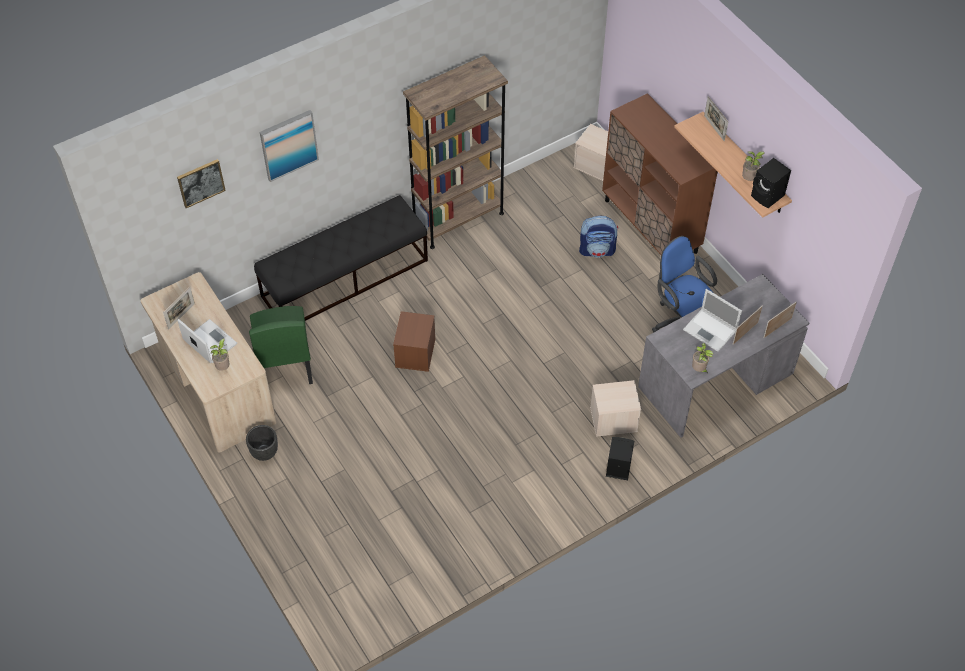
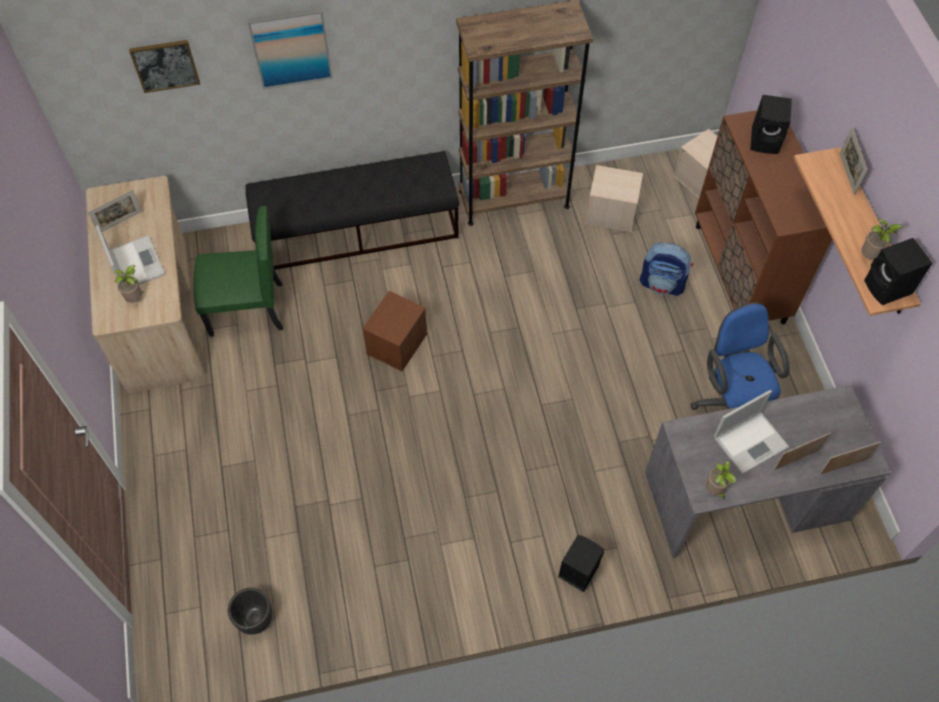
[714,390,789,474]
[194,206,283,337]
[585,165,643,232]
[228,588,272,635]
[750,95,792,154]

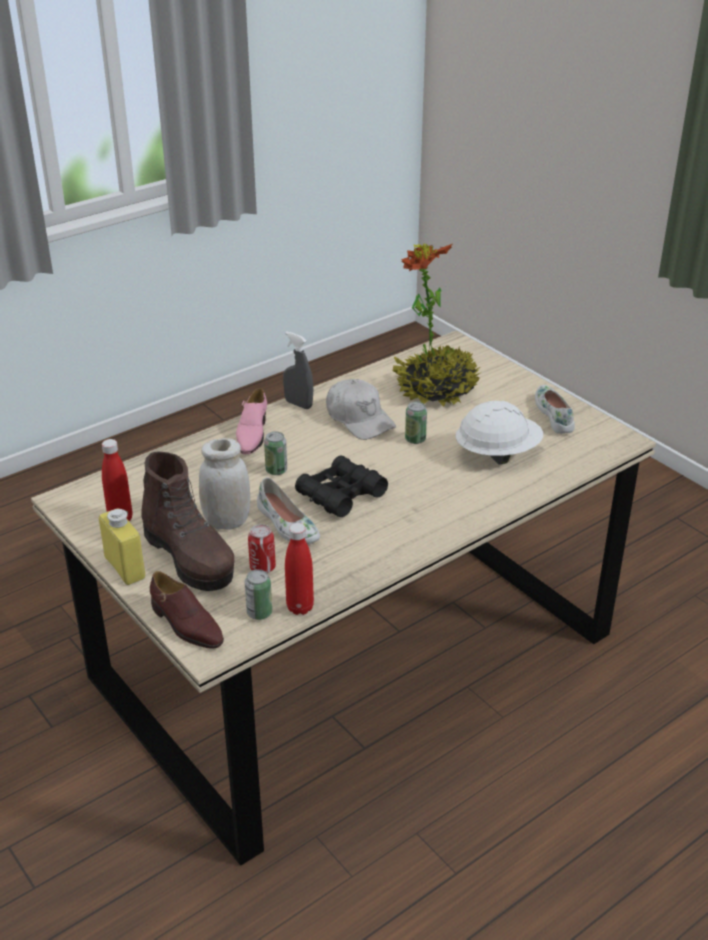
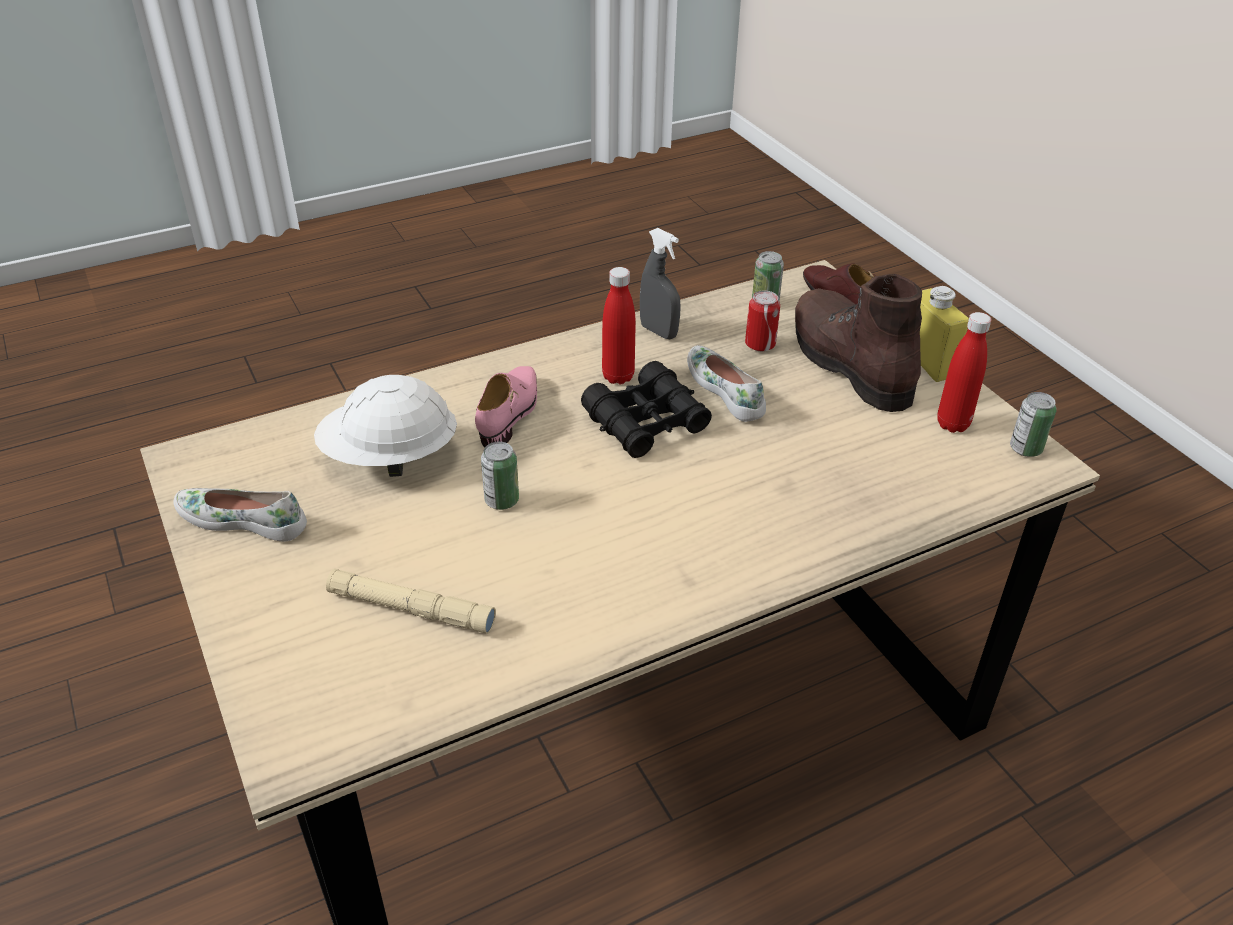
[326,569,496,634]
[640,228,681,339]
[326,379,396,440] (first image)
[174,488,307,541]
[475,366,537,447]
[1010,392,1057,457]
[199,438,250,530] (first image)
[602,267,636,384]

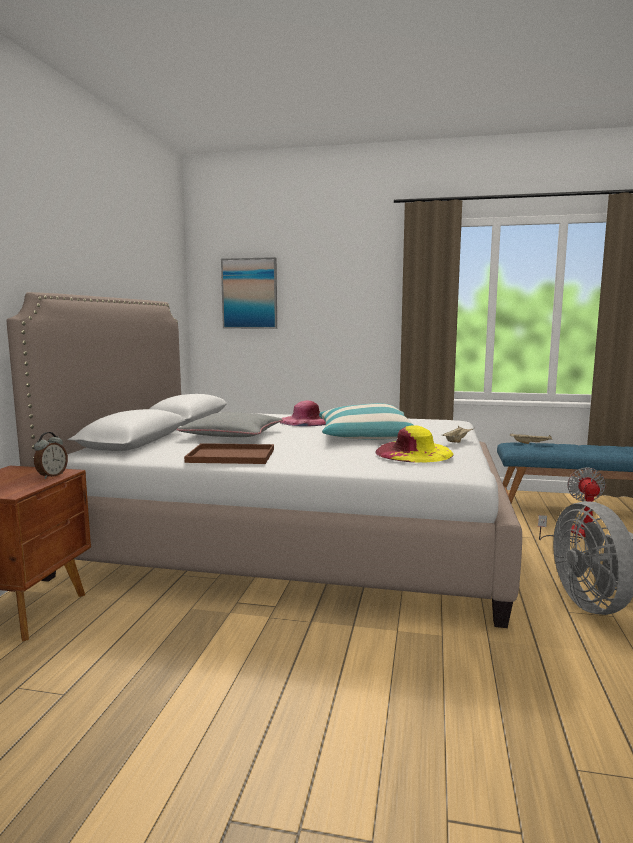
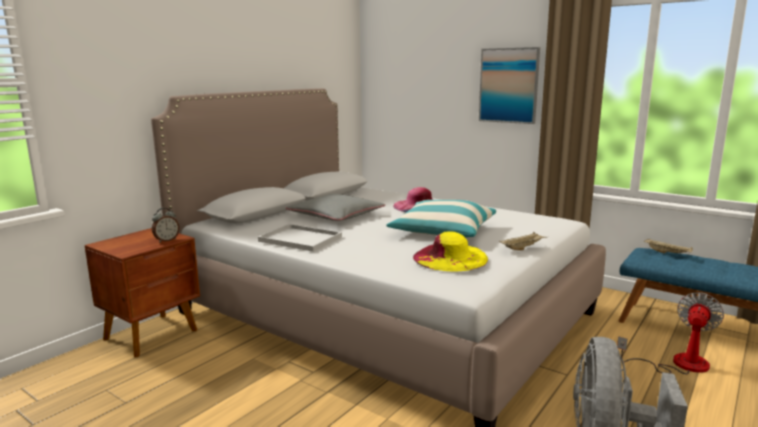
[479,47,540,124]
[258,224,342,252]

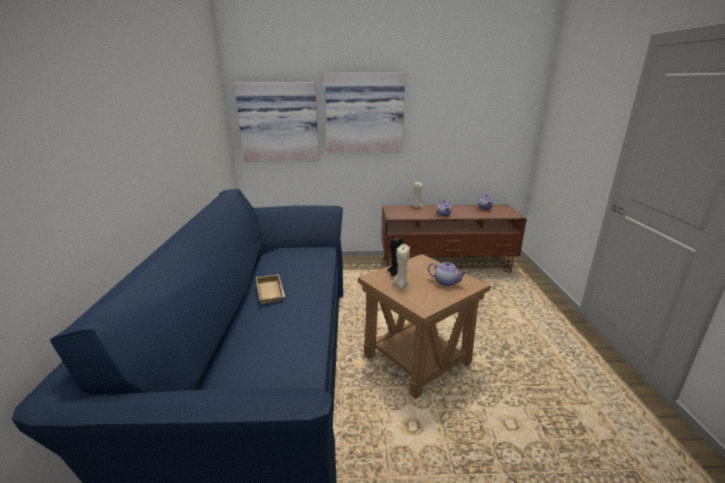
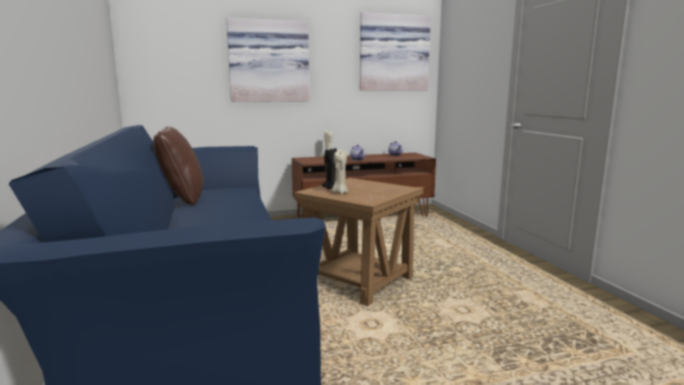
[360,12,431,90]
[428,262,468,286] (first image)
[256,274,285,304] (first image)
[153,127,203,205]

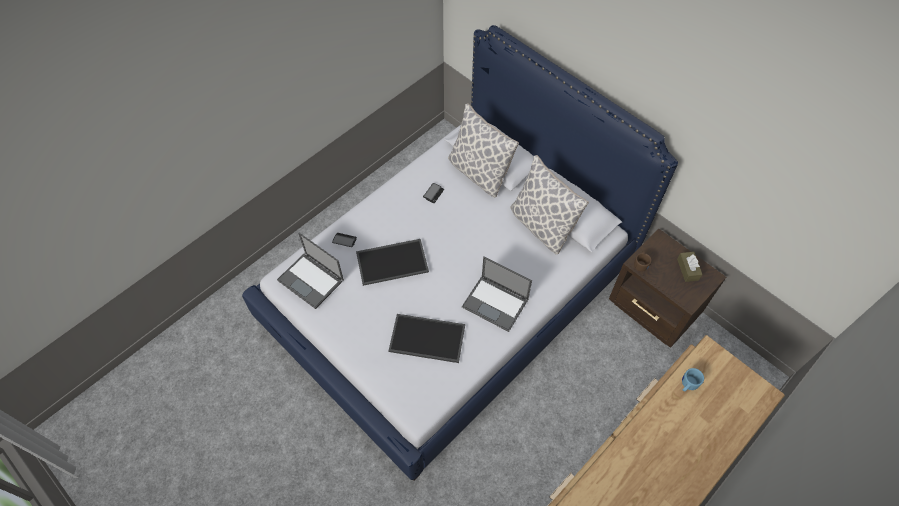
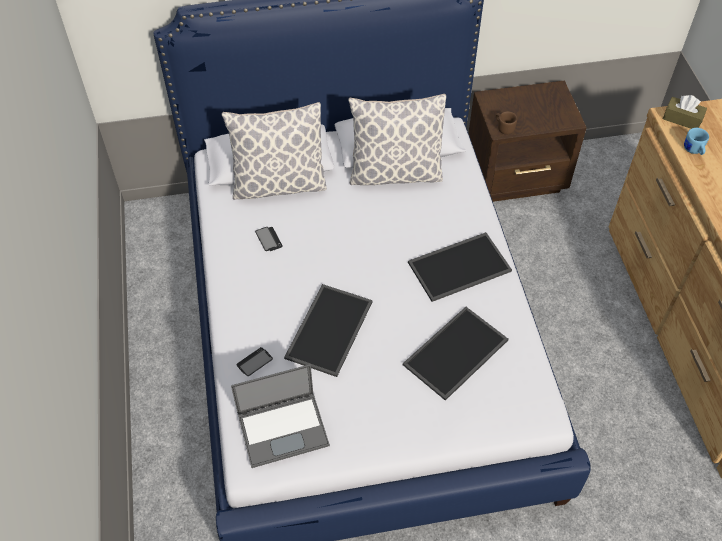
[663,95,707,129]
[408,232,512,302]

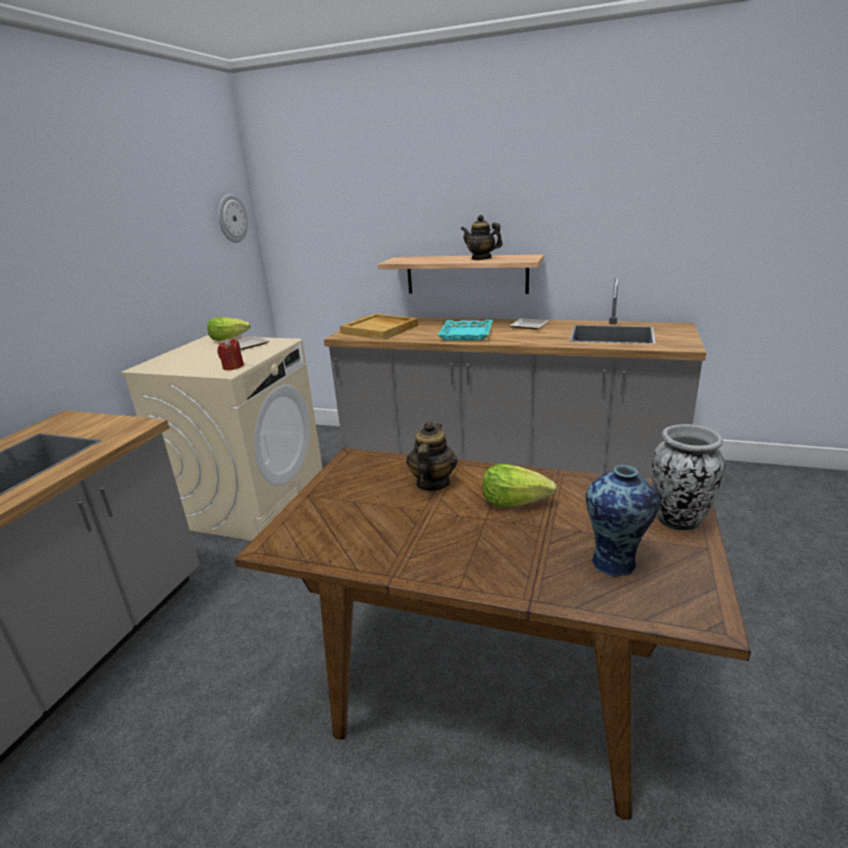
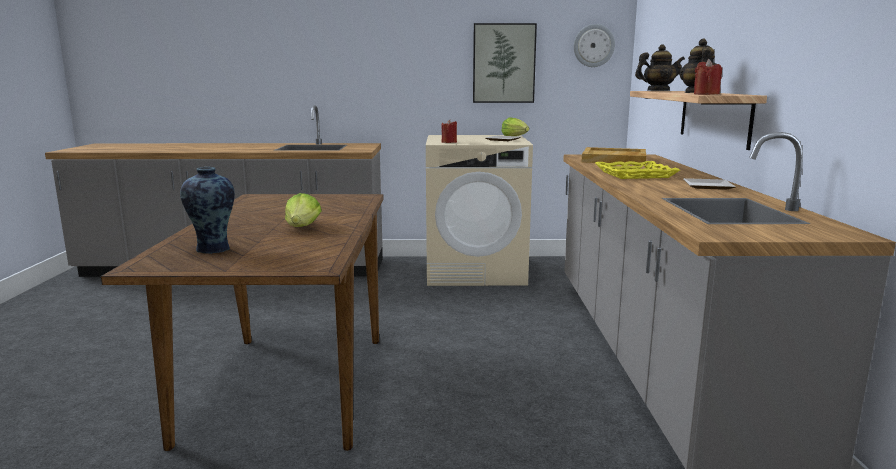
[595,161,680,179]
[635,44,685,91]
[652,424,725,531] (first image)
[473,23,537,103]
[694,59,722,95]

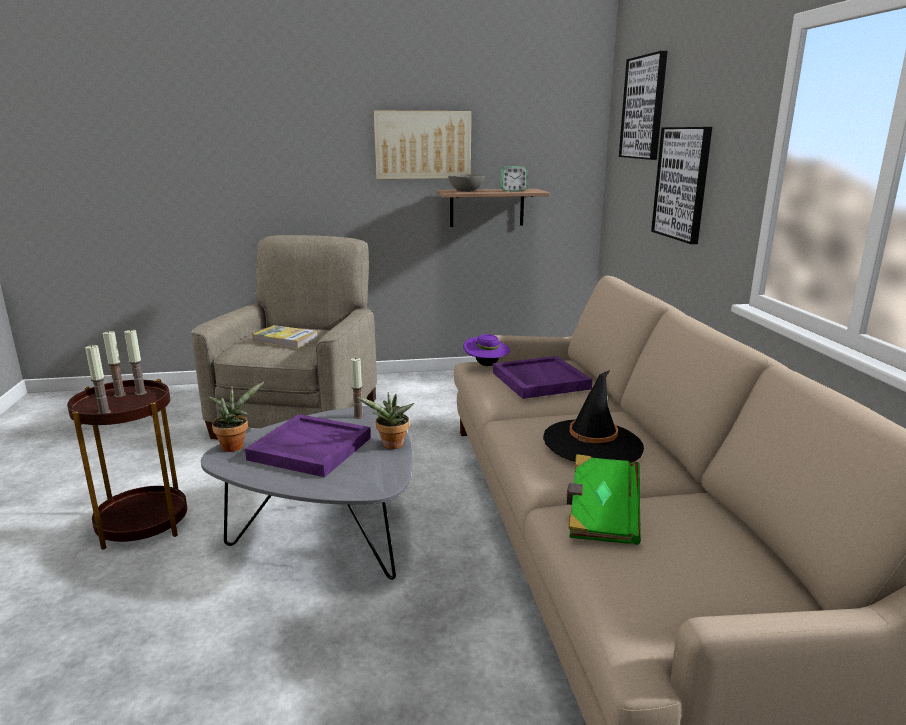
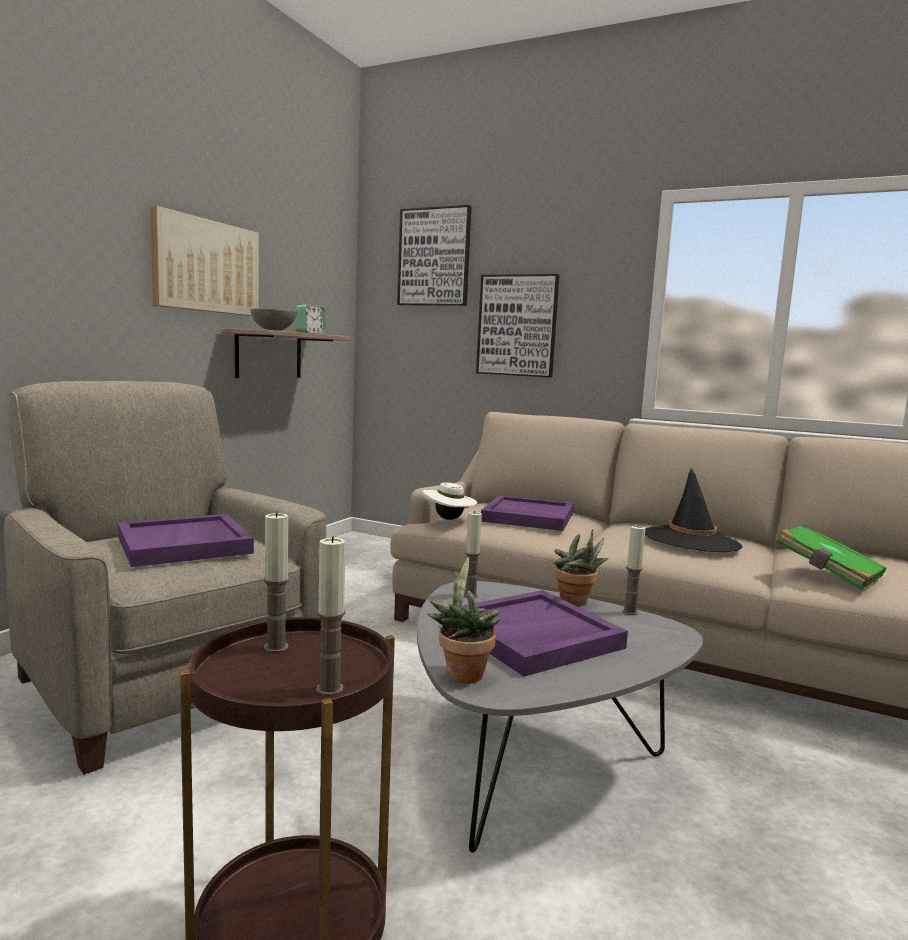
[118,514,254,567]
[622,525,646,615]
[423,482,477,520]

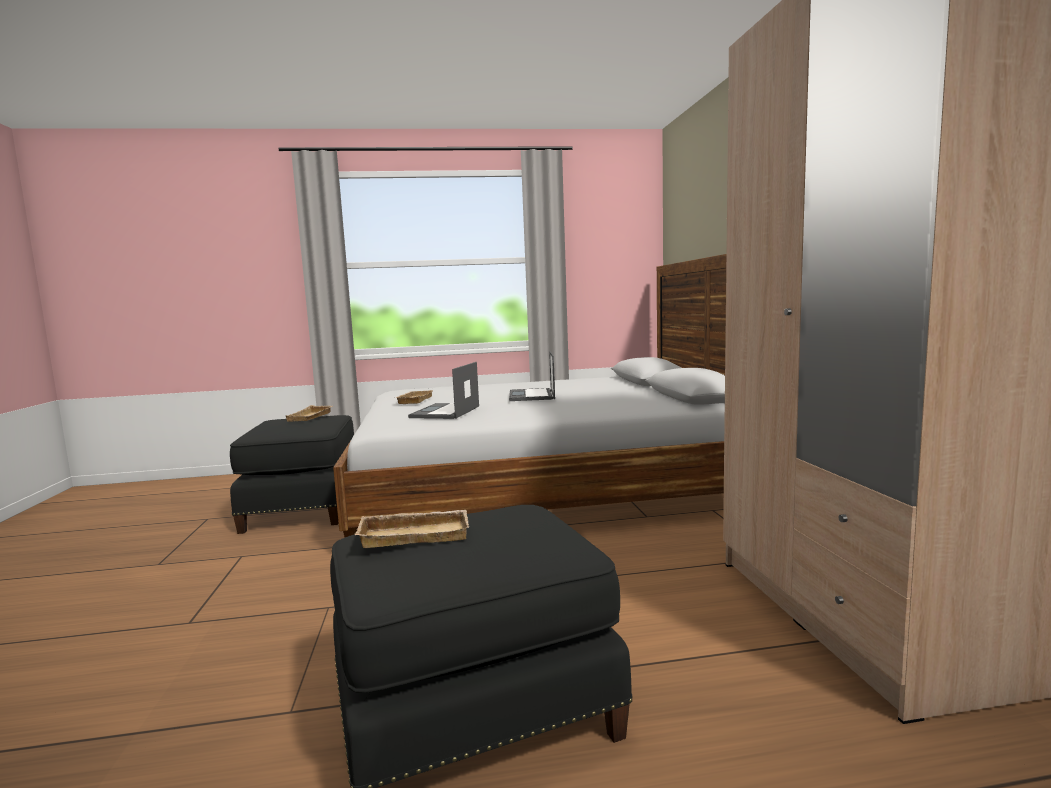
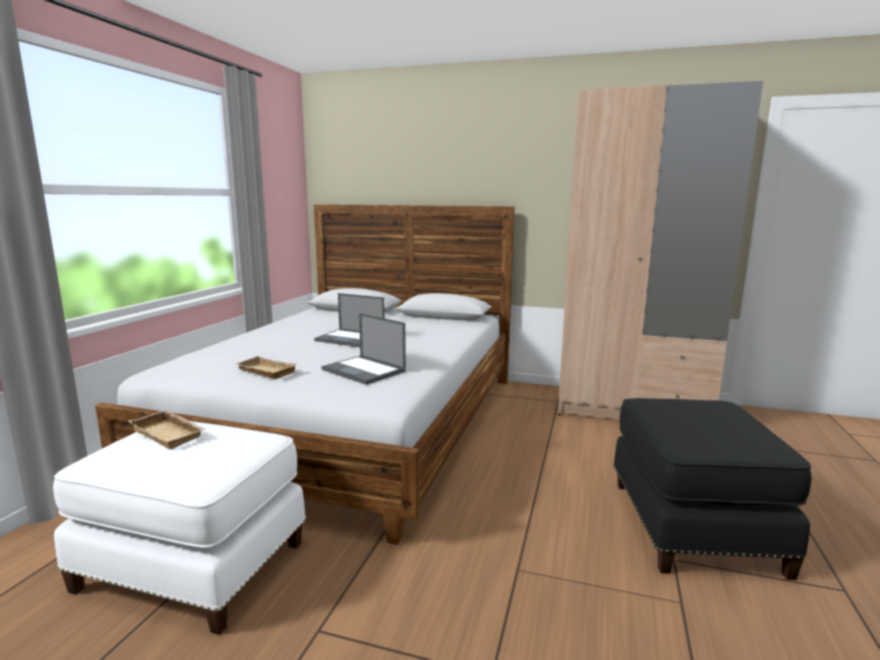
[53,421,306,635]
[355,510,469,548] (first image)

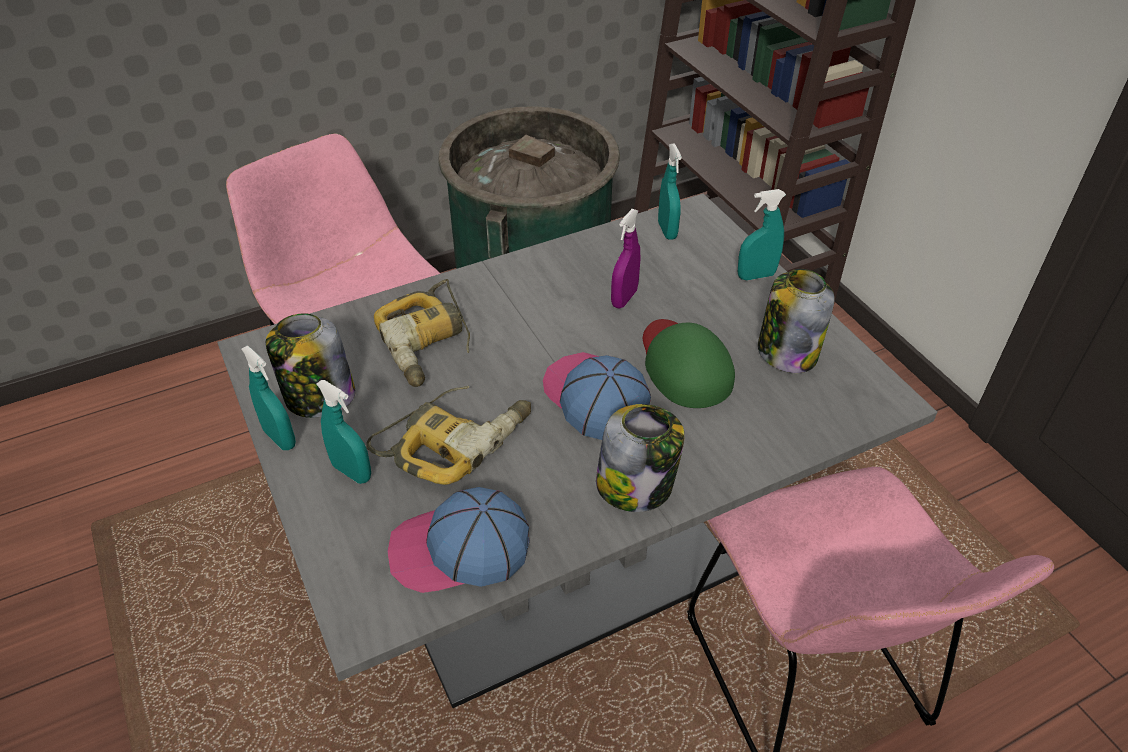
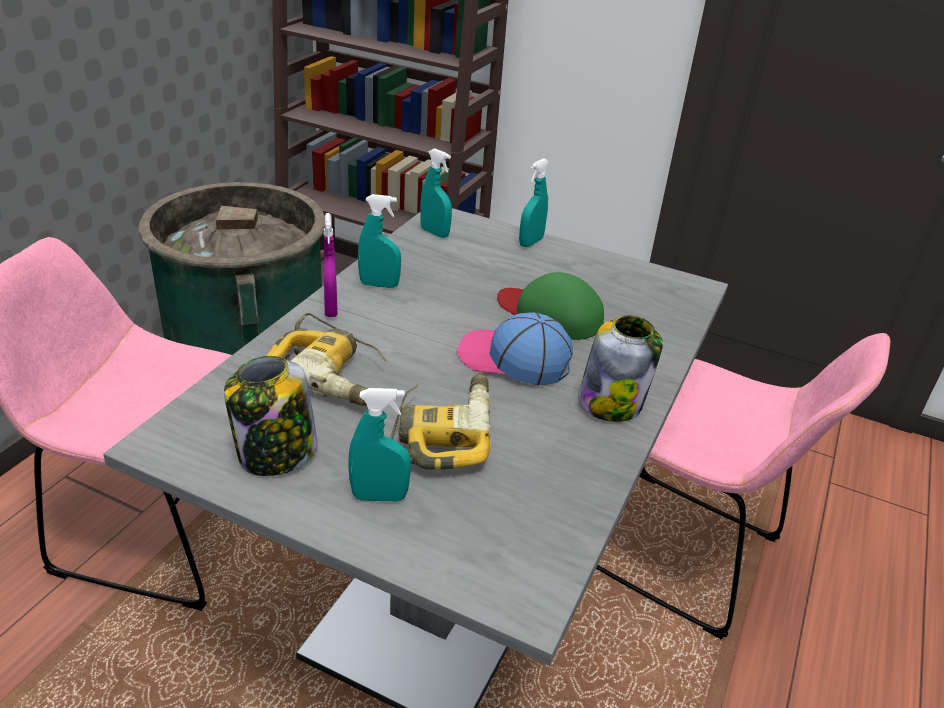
[324,213,338,317]
[758,269,835,373] (first image)
[358,194,401,288]
[387,487,529,593] (first image)

